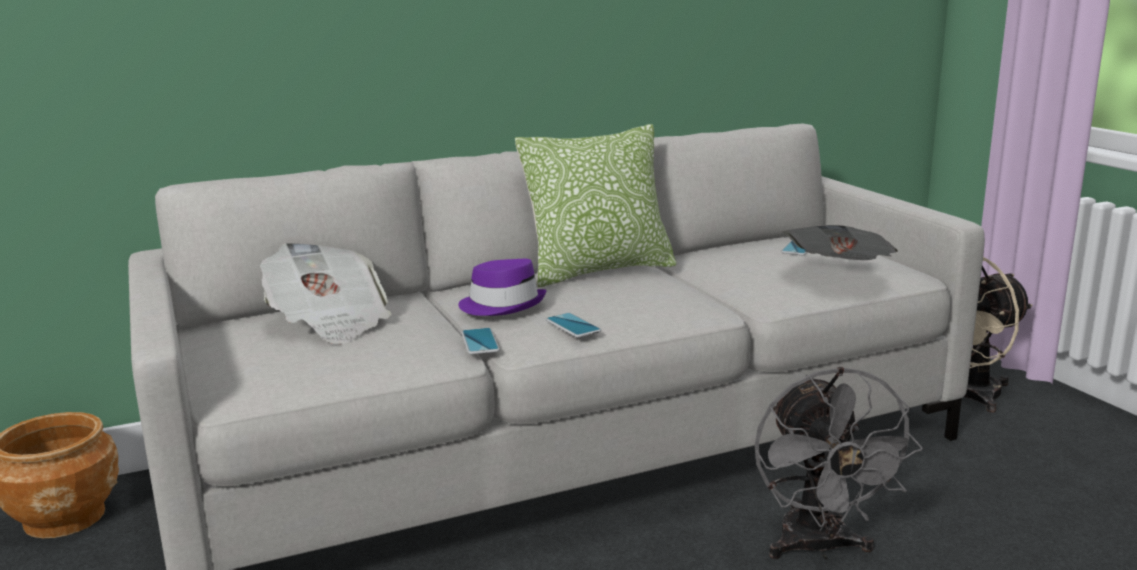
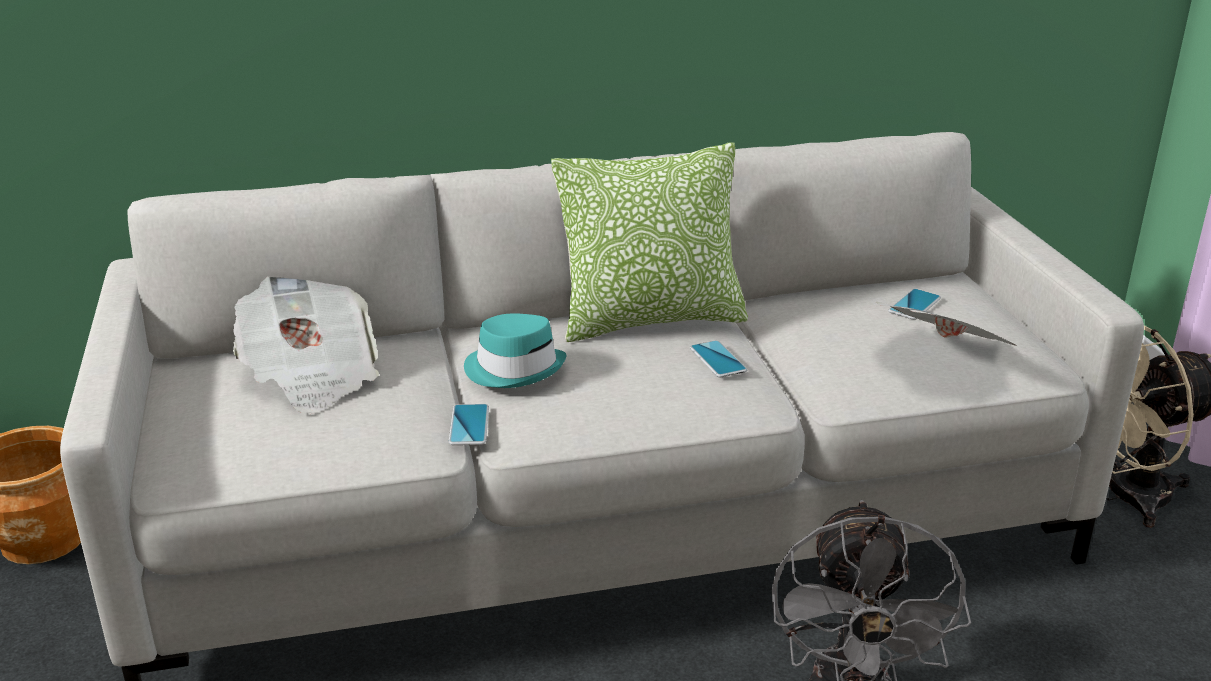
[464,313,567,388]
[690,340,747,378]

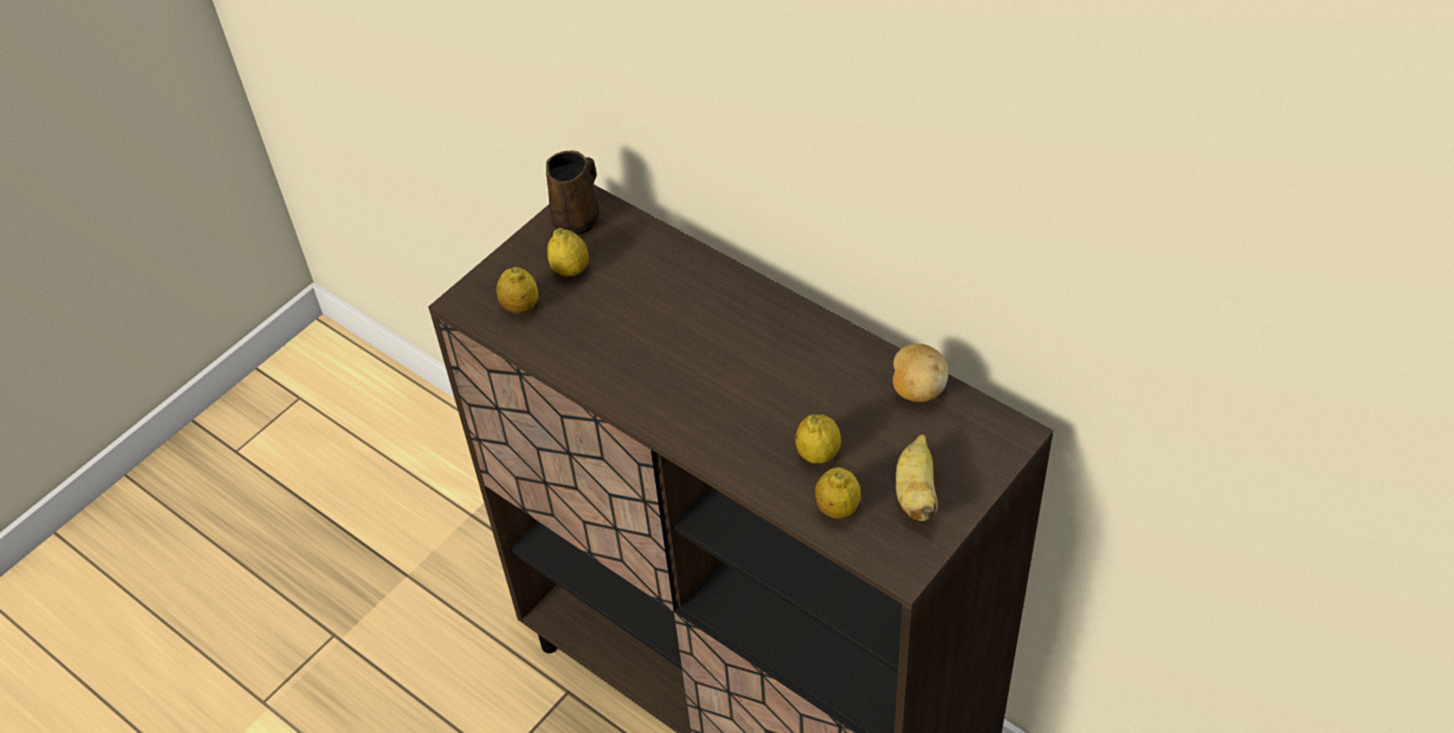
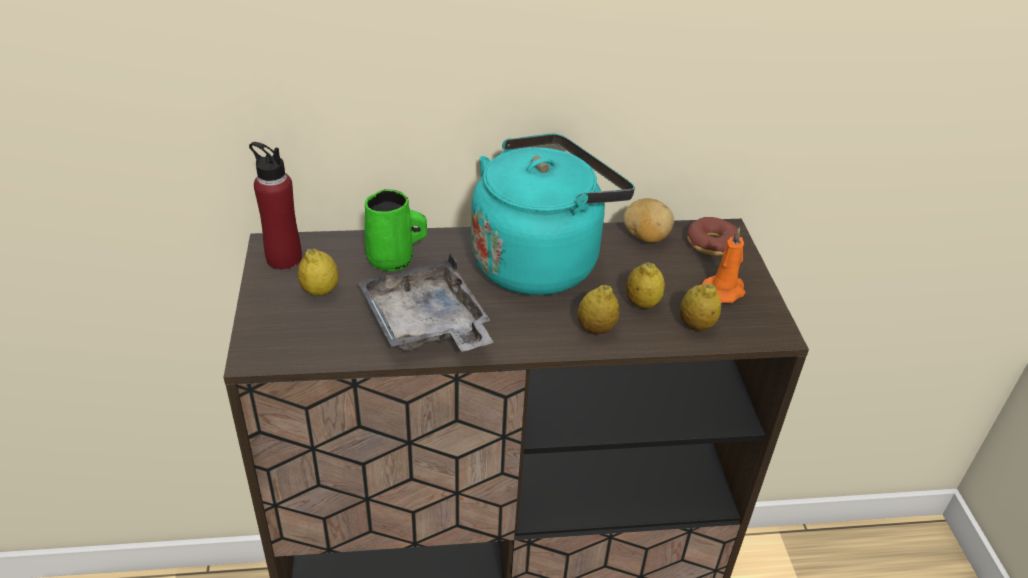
[249,142,302,270]
[577,285,619,334]
[702,227,746,303]
[471,133,635,295]
[364,189,427,271]
[687,217,741,256]
[357,253,493,352]

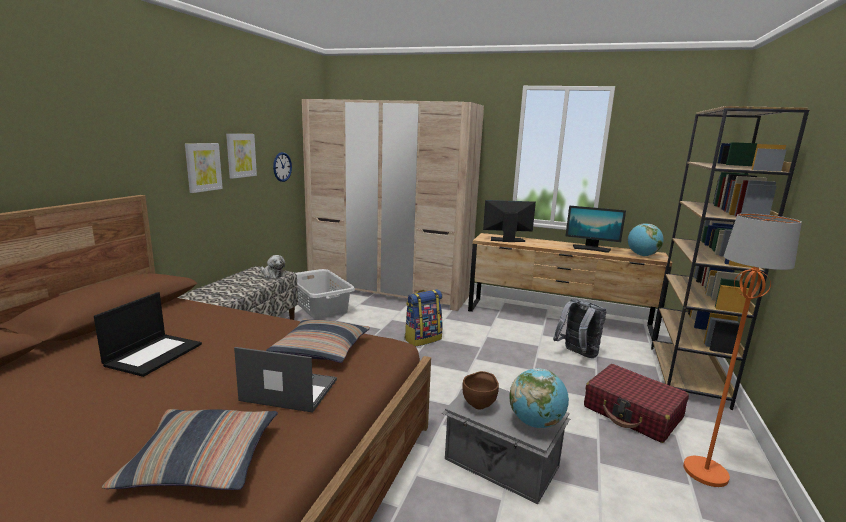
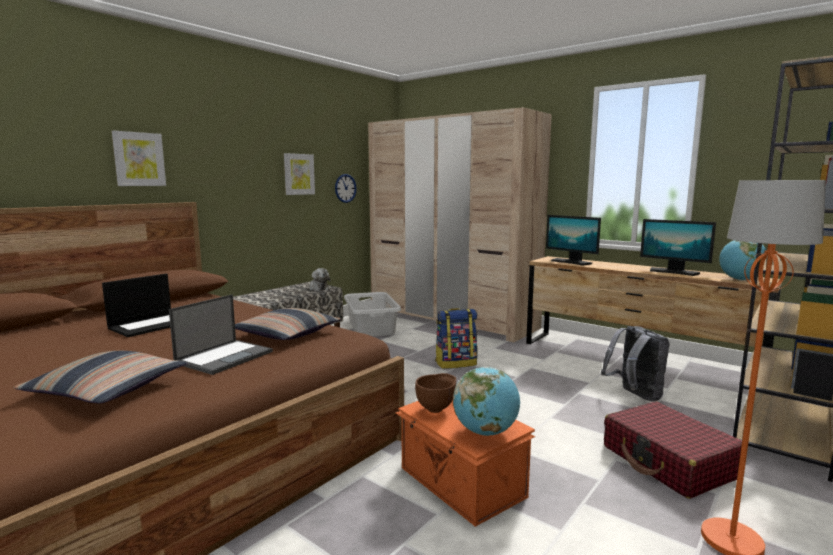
[112,130,166,186]
[546,215,601,266]
[169,294,273,375]
[396,401,535,527]

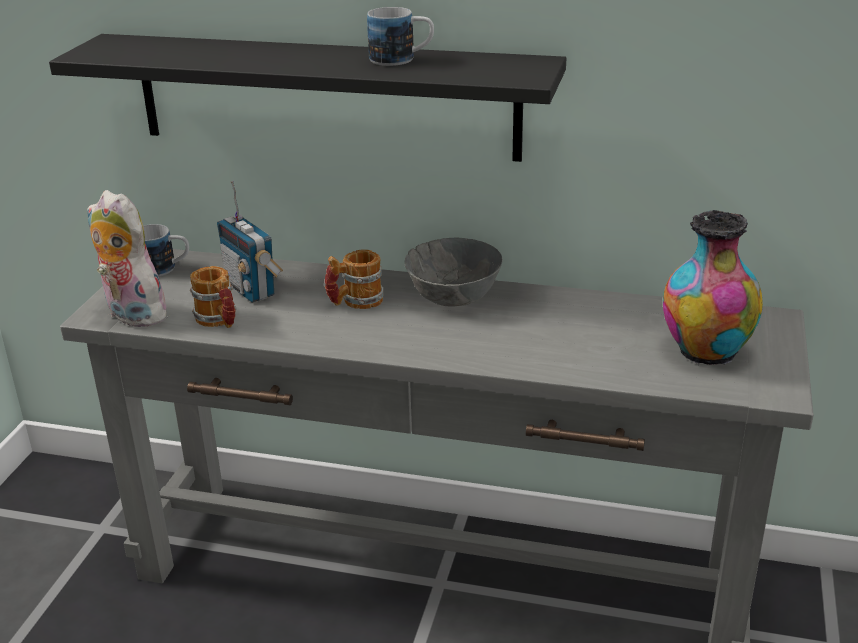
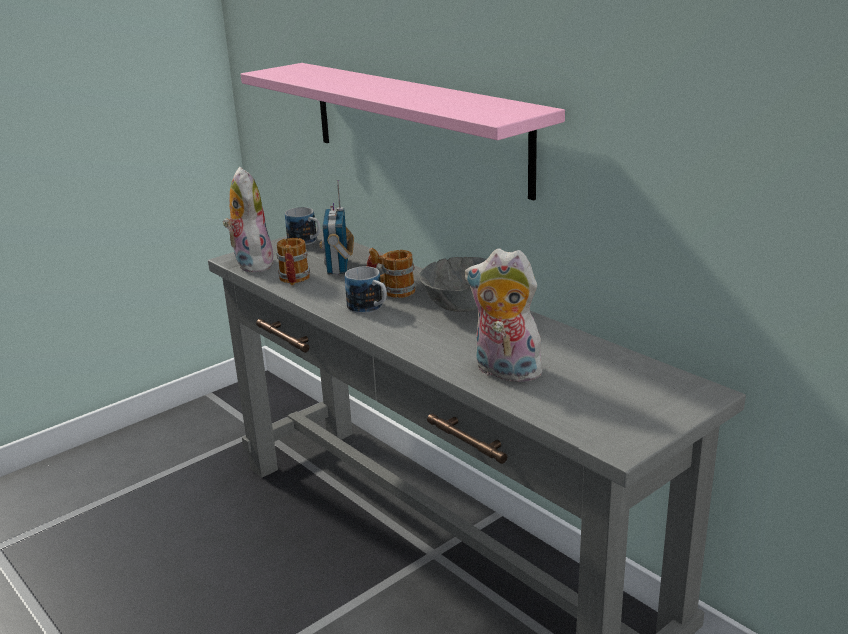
[345,266,387,314]
[241,63,565,200]
[663,210,763,365] (first image)
[465,248,542,382]

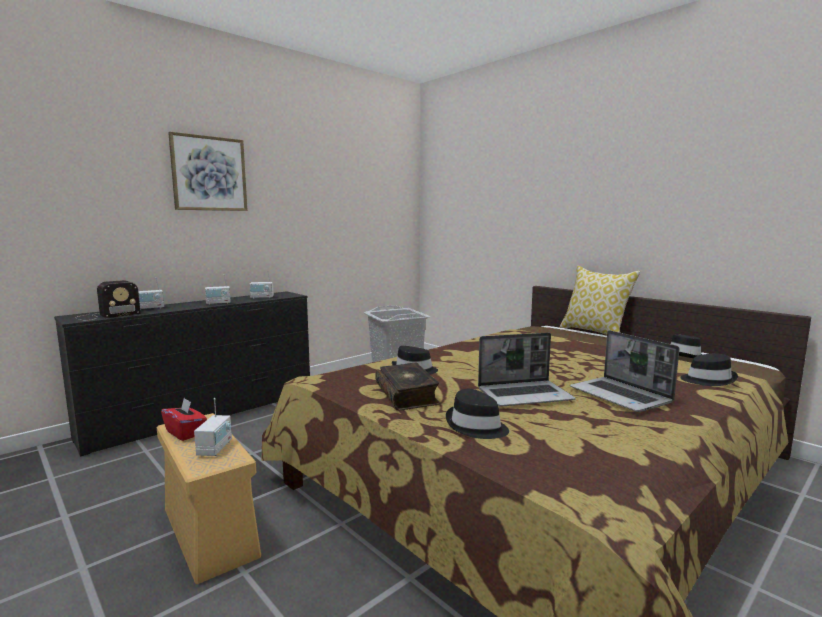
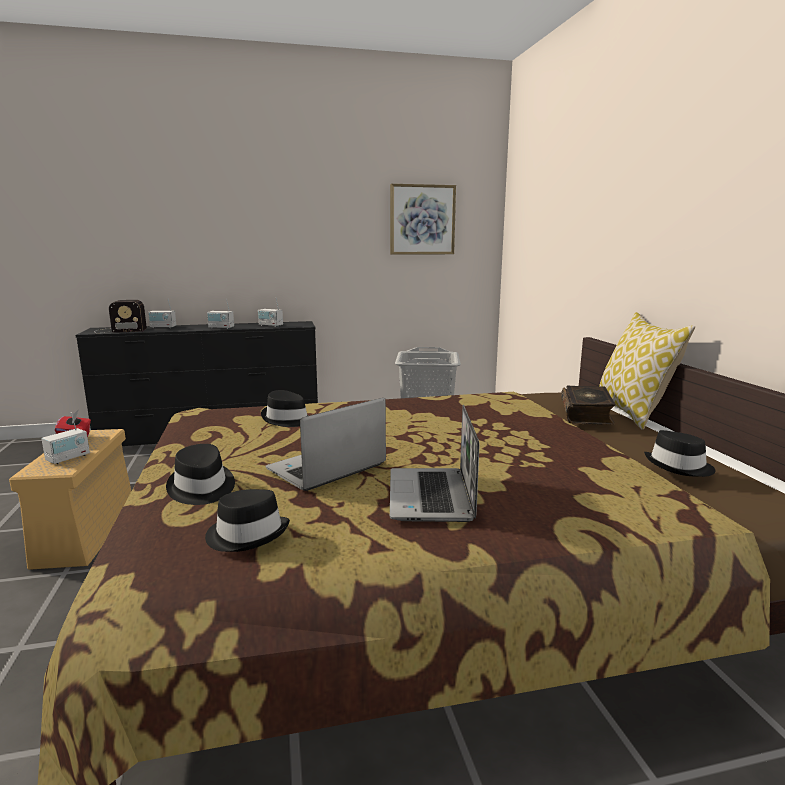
[390,184,456,255]
[266,398,386,491]
[205,489,290,552]
[561,386,616,425]

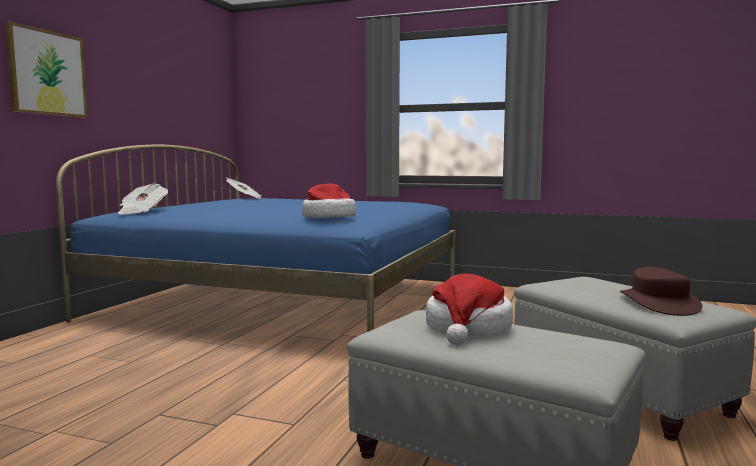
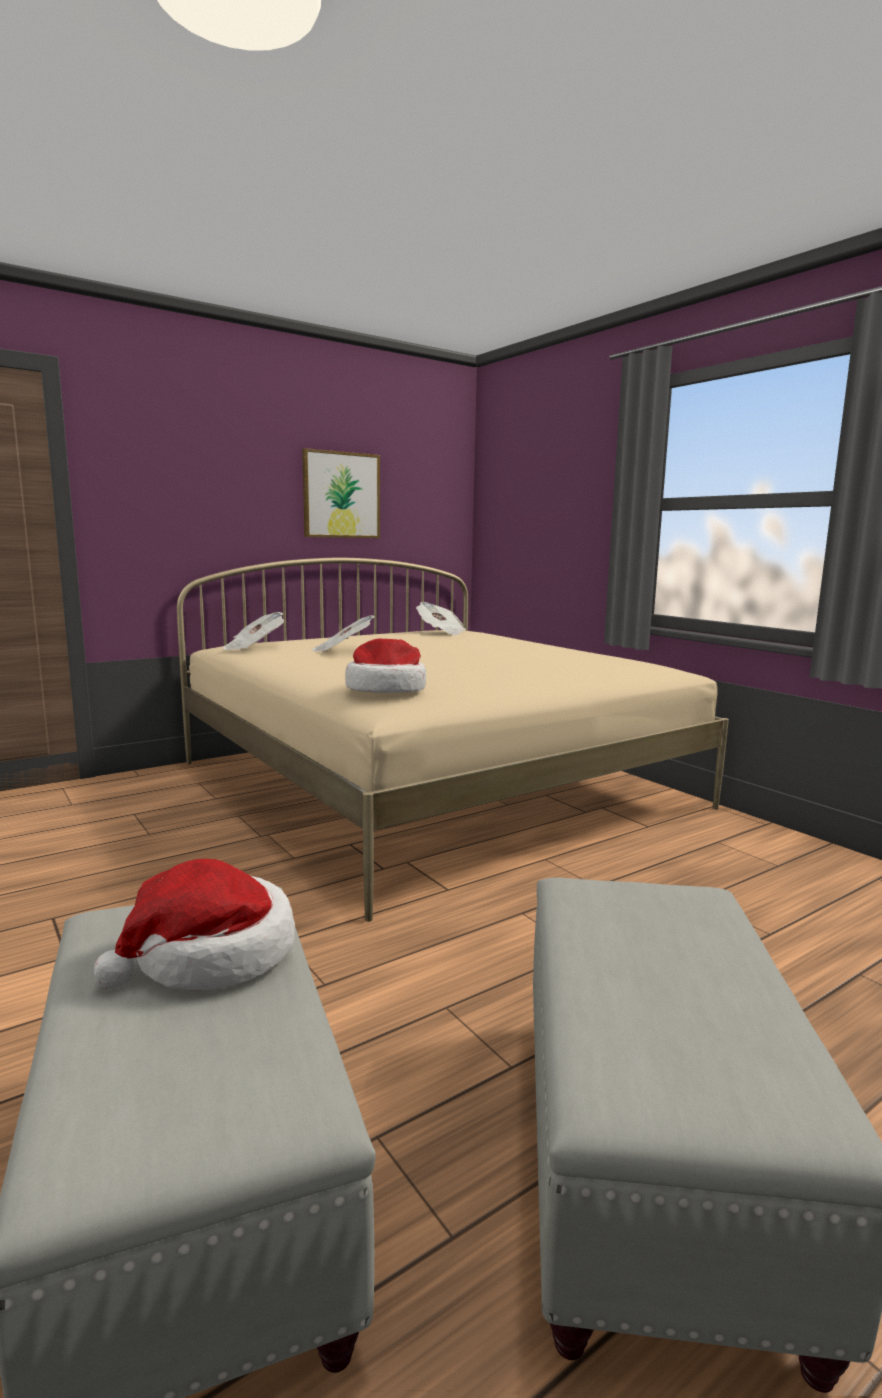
[302,448,380,538]
[177,558,729,922]
[620,267,702,316] (first image)
[312,615,375,652]

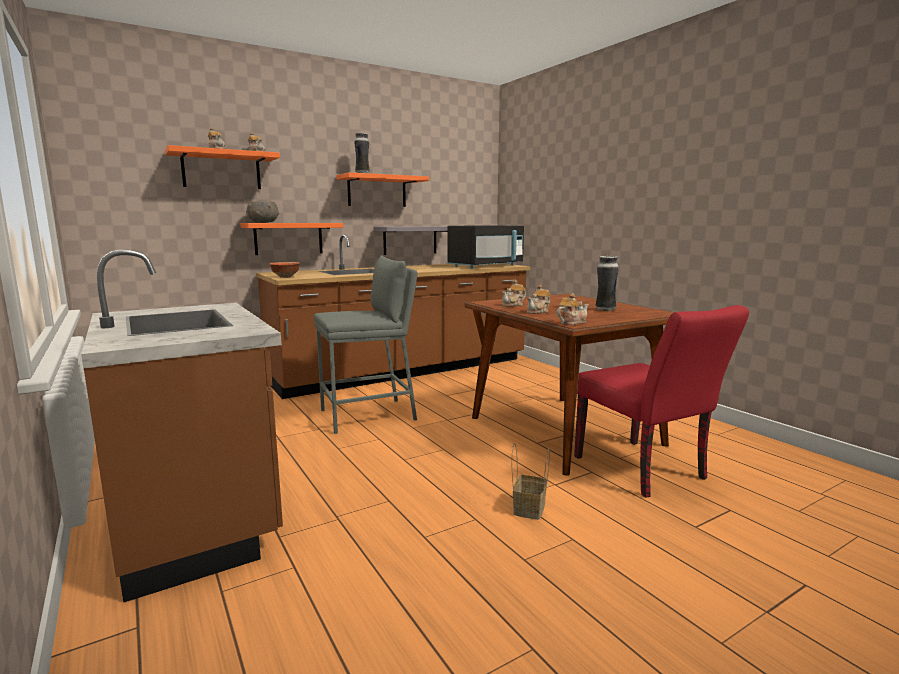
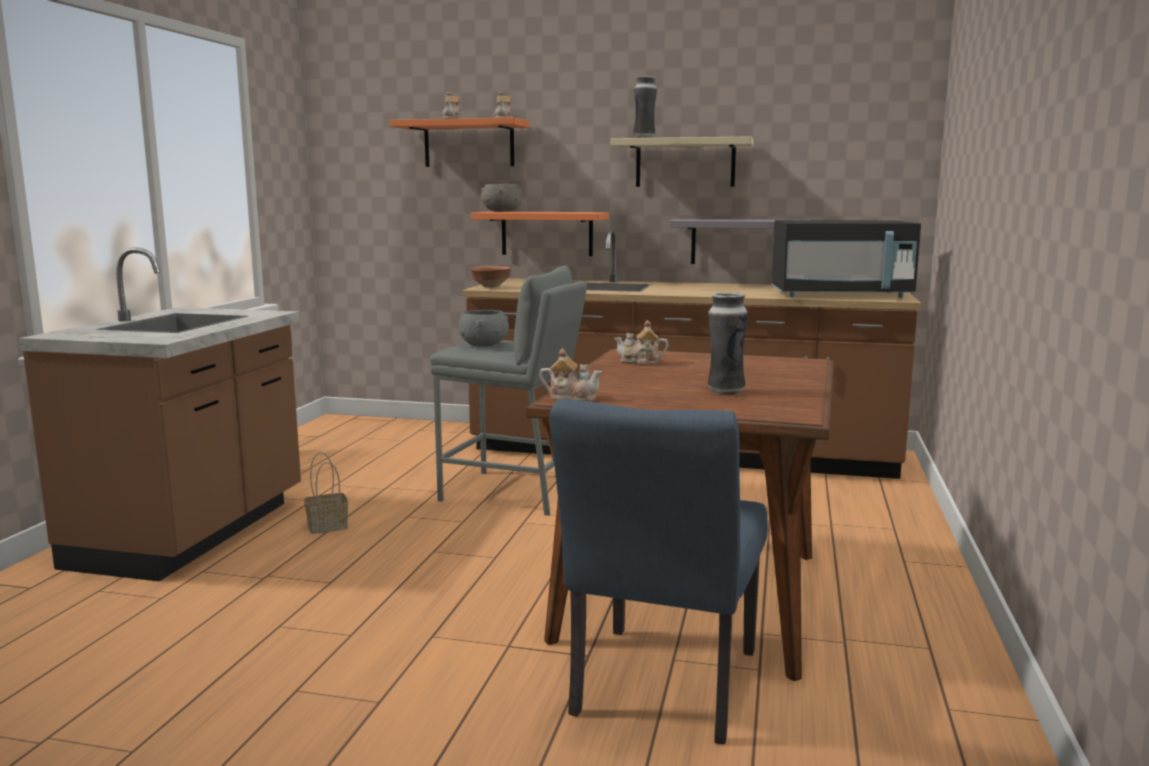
[611,136,754,187]
[527,284,550,314] (first image)
[549,399,768,744]
[304,452,348,534]
[459,310,509,346]

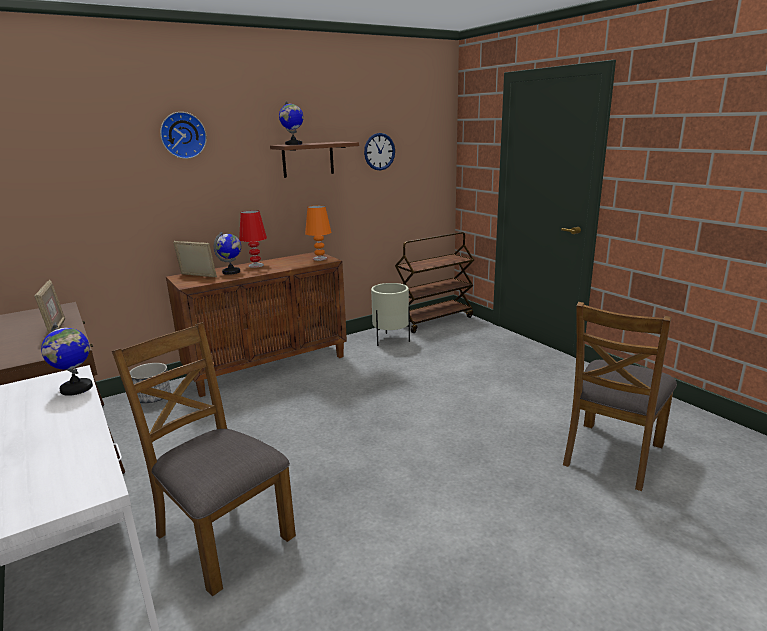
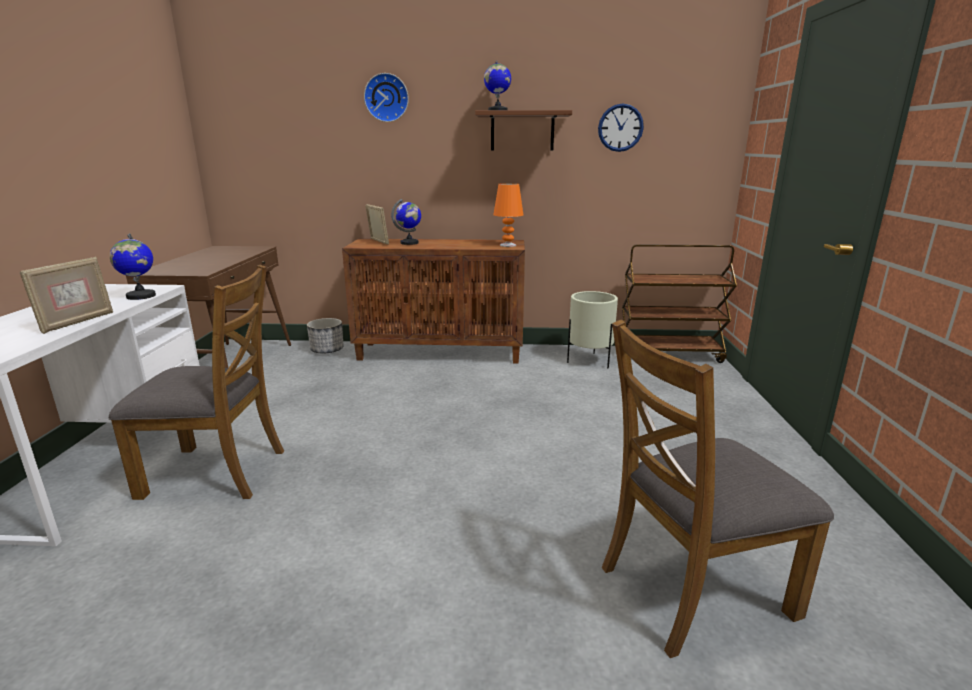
[239,210,267,268] (first image)
[20,256,113,334]
[109,265,284,500]

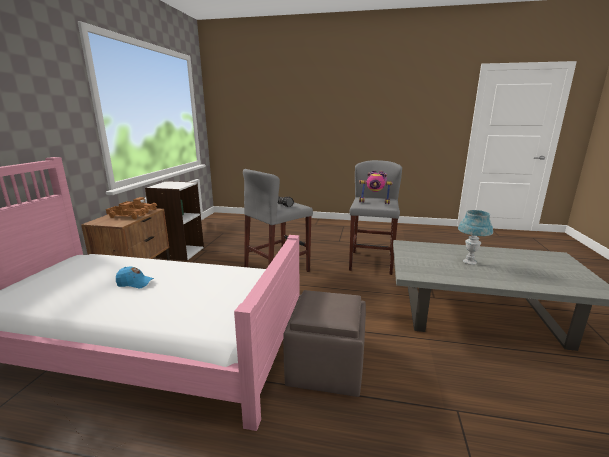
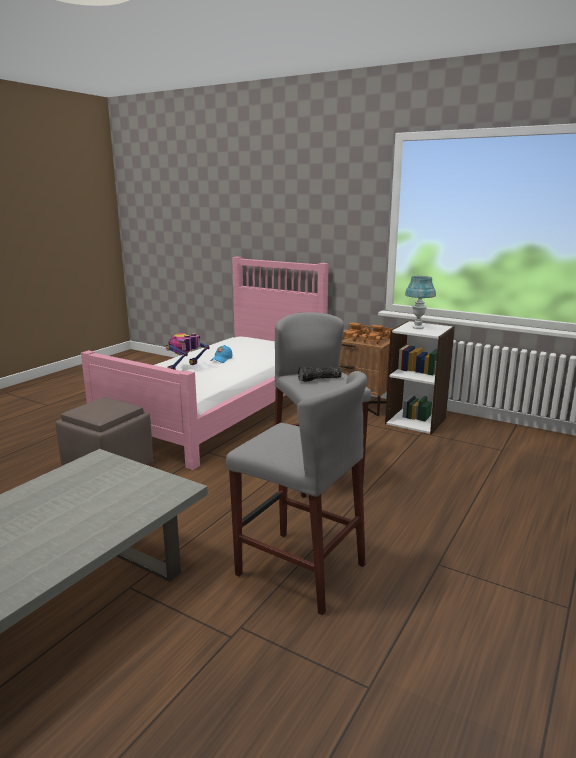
[166,333,210,370]
[405,276,436,329]

